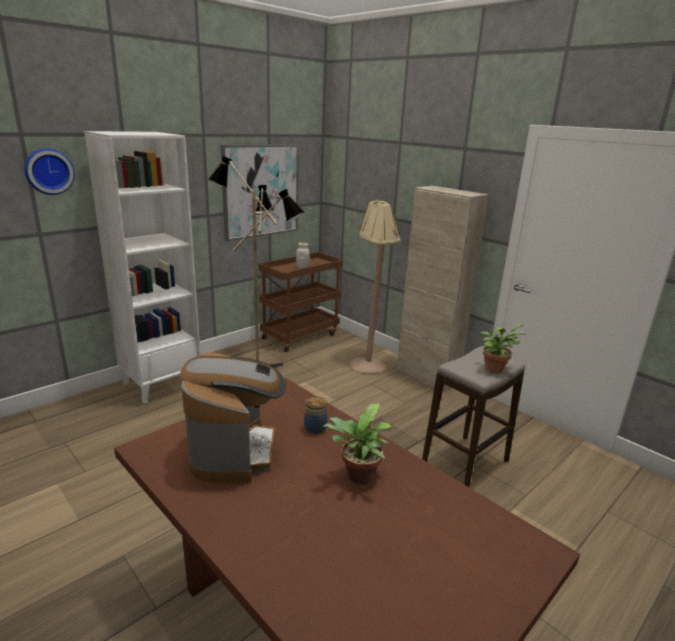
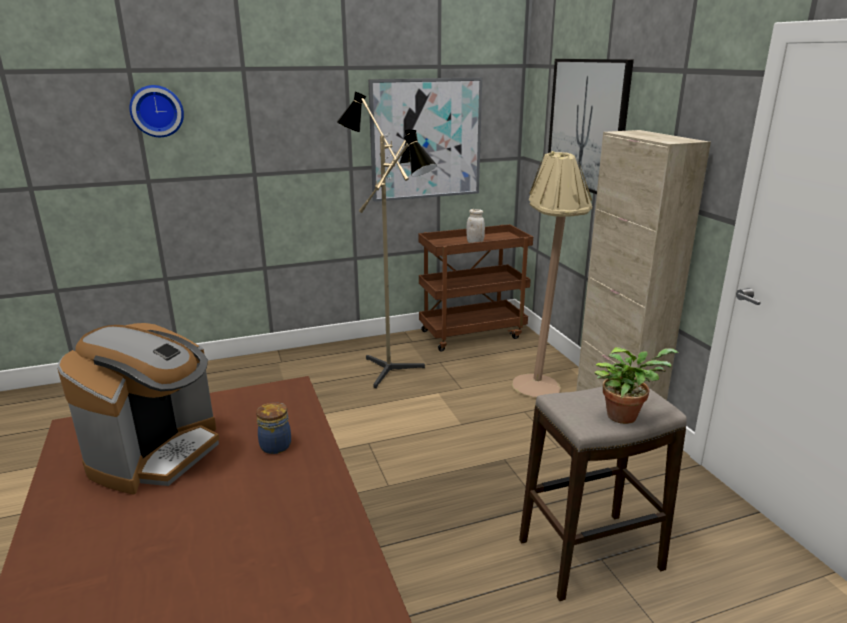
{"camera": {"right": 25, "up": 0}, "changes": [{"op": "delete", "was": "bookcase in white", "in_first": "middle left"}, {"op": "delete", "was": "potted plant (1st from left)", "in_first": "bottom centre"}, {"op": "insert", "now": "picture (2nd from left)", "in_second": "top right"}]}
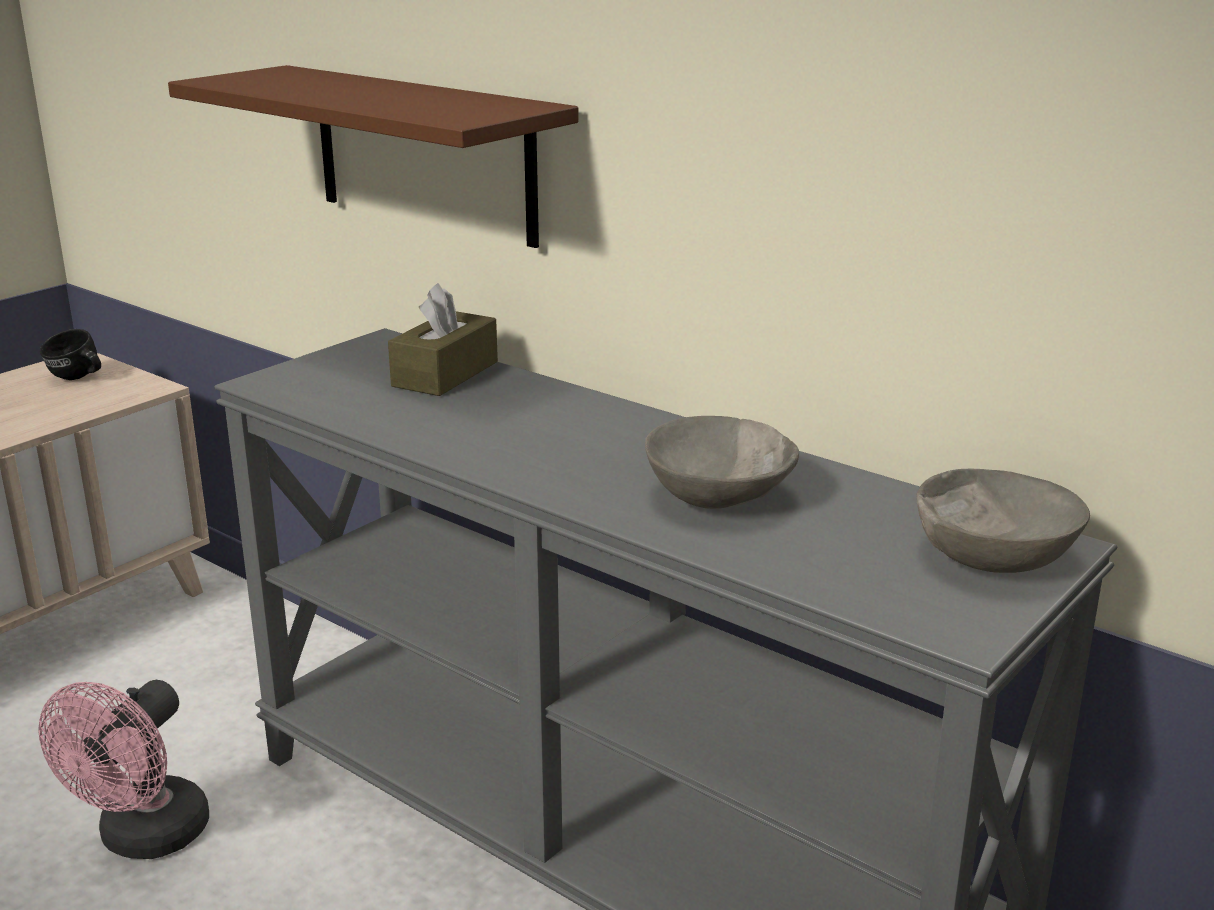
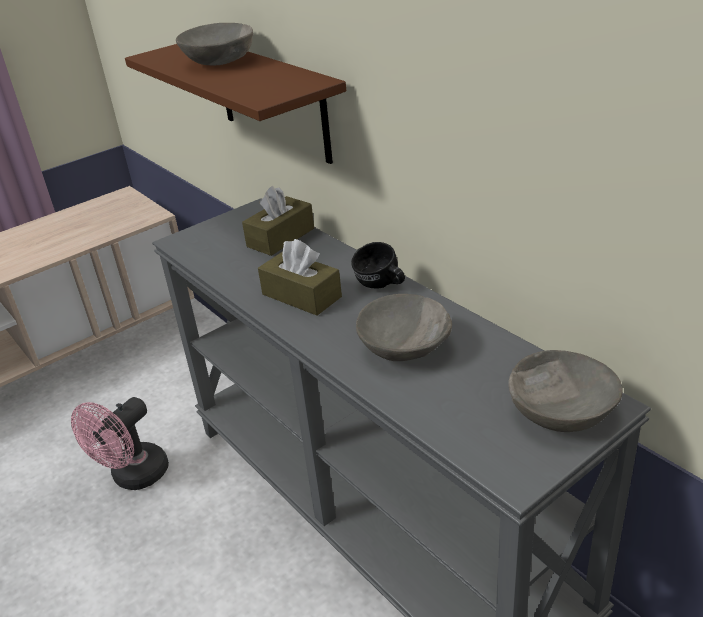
{"camera": {"right": 15, "up": 10}, "changes": [{"op": "move", "was": "mug in black", "in_first": "middle left", "in_second": "centre"}, {"op": "insert", "now": "bowl in grey (1st from left)", "in_second": "top left"}, {"op": "insert", "now": "tissue box in brown (2nd from left)", "in_second": "centre"}]}
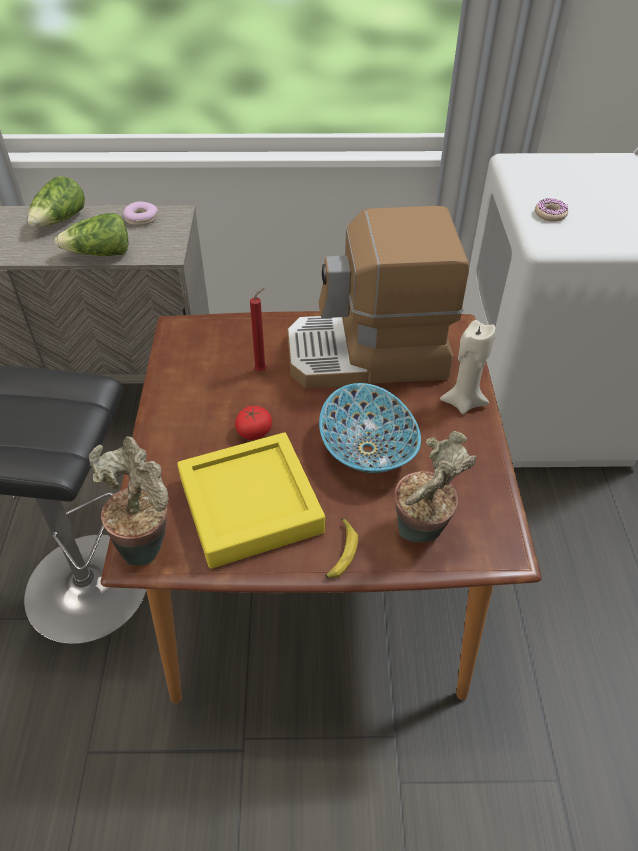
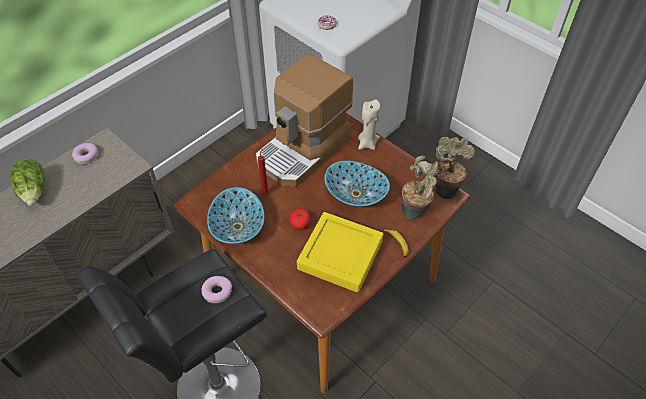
{"camera": {"right": -45, "up": 5}, "changes": [{"op": "delete", "was": "lettuce (2nd from left)", "in_first": "top left"}, {"op": "move", "was": "potted plant (1st from left in the first image)", "now": "potted plant (2nd from left)", "in_first": "middle left", "in_second": "middle right"}, {"op": "insert", "now": "donut (2nd from left)", "in_second": "bottom centre"}, {"op": "insert", "now": "bowl (1st from left)", "in_second": "centre"}]}
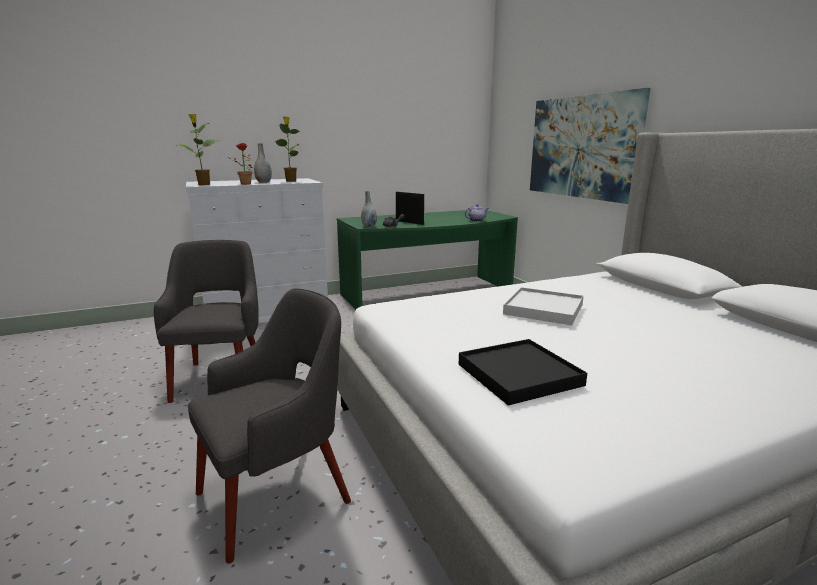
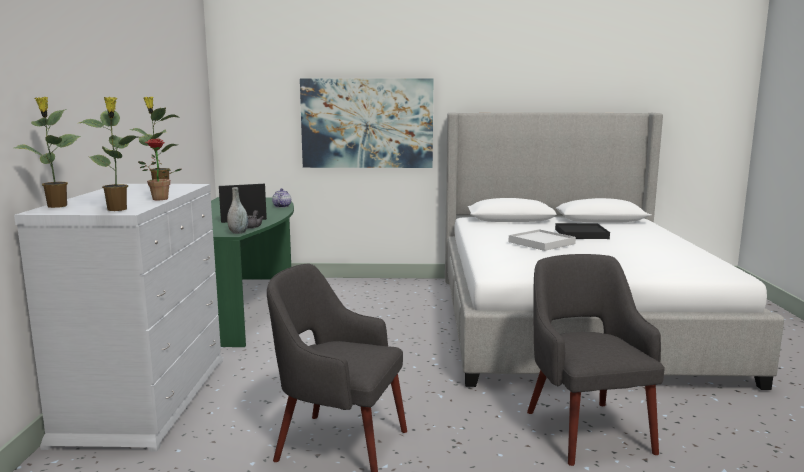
{"camera": {"right": -65, "up": -5}, "changes": [{"op": "delete", "was": "vase in grey (1st from left)", "in_first": "top left"}, {"op": "move", "was": "tray in black", "in_first": "centre", "in_second": "middle right"}, {"op": "insert", "now": "potted plant (1st from left)", "in_second": "top left"}]}
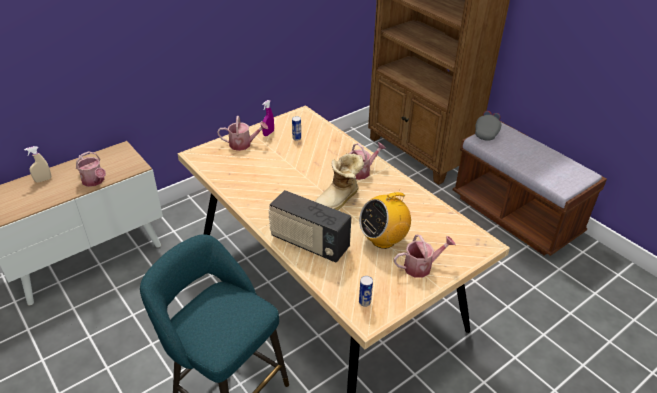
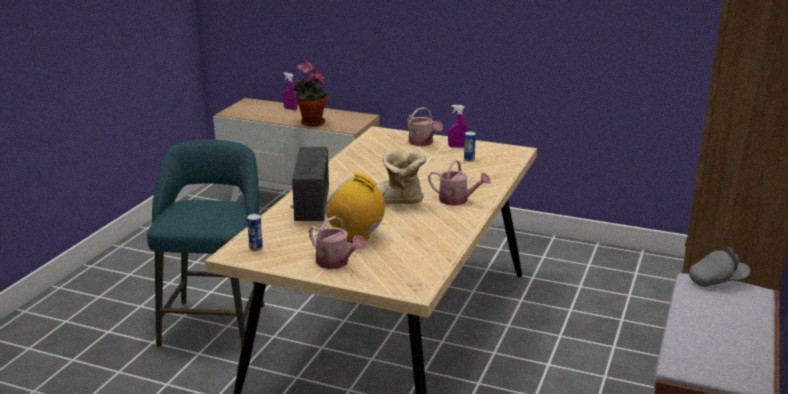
{"camera": {"right": 60, "up": -15}, "changes": [{"op": "recolor", "was": "spray bottle in beige", "now": "spray bottle in purple (1st from left)", "in_first": "middle left", "in_second": "top centre"}, {"op": "replace", "was": "watering can (1st from left)", "now": "potted plant", "in_first": "middle left", "in_second": "top centre"}]}
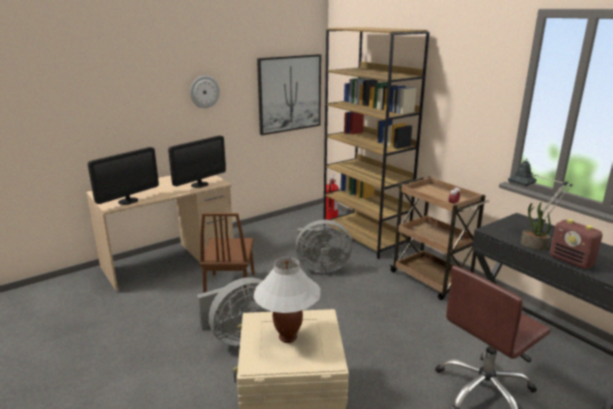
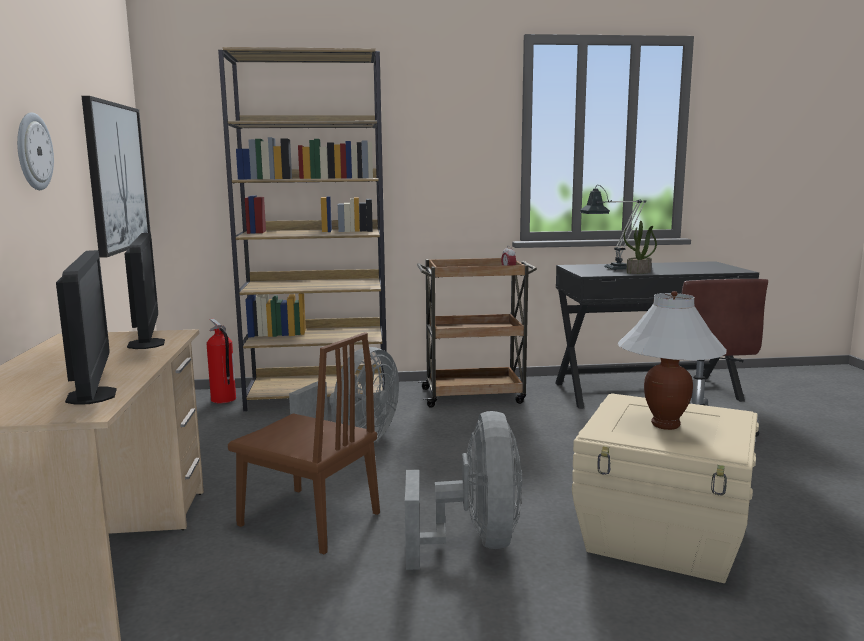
{"camera": {"right": -60, "up": -10}, "changes": [{"op": "delete", "was": "radio", "in_first": "middle right"}]}
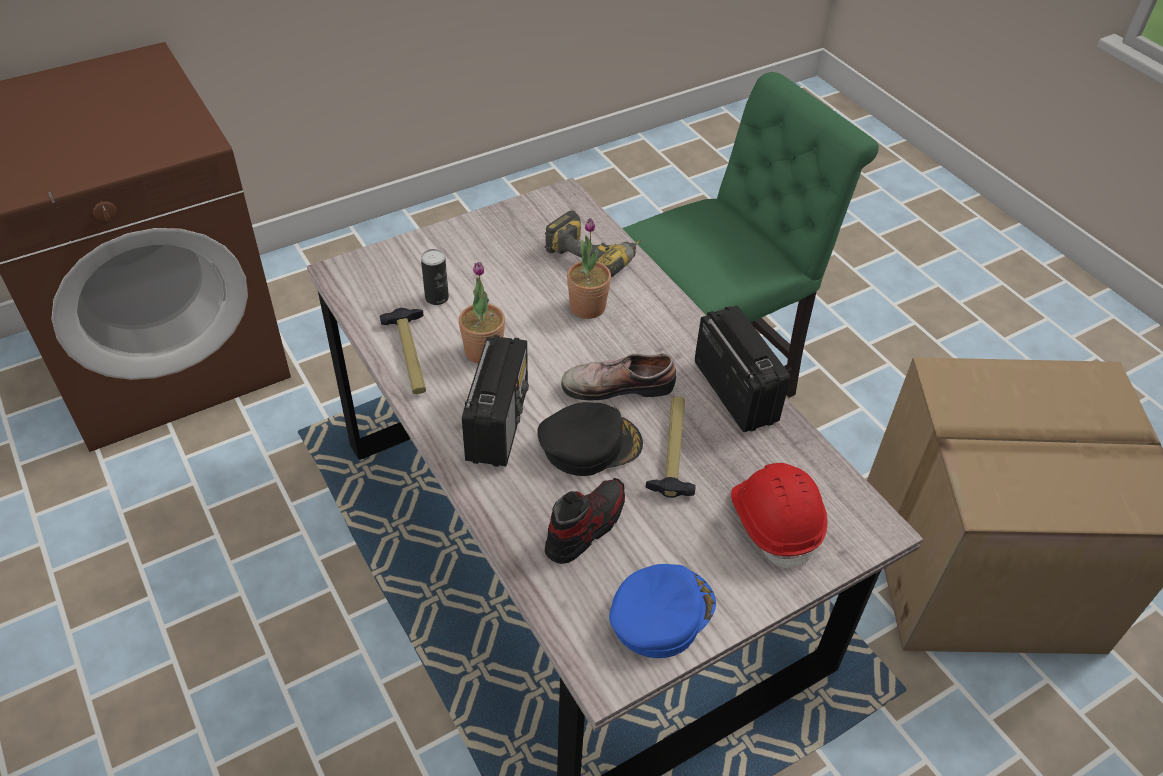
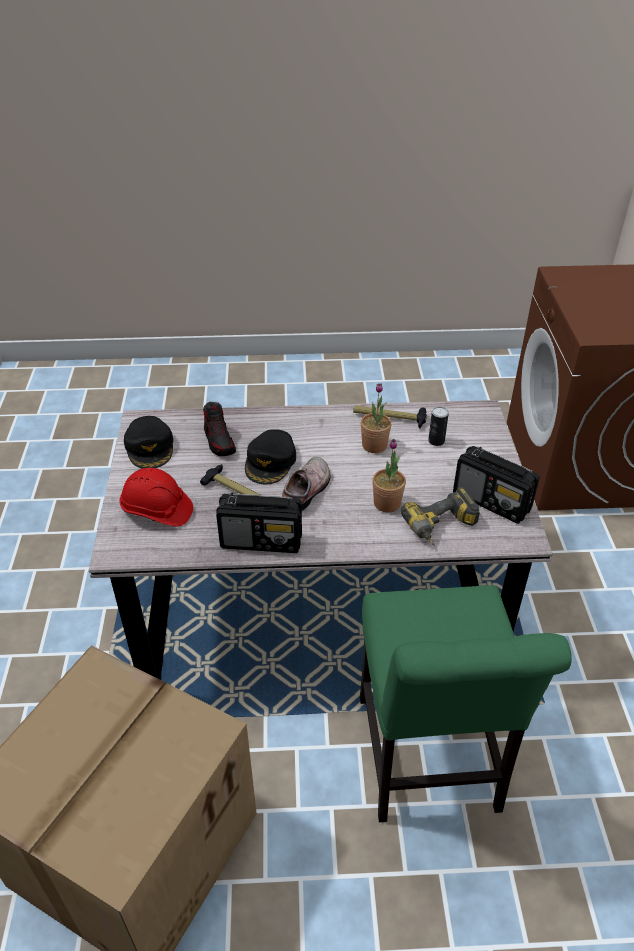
{"camera": {"right": 120, "up": -5}, "changes": [{"op": "move", "was": "radio (1st from left in the first image)", "now": "radio (2nd from left)", "in_first": "centre", "in_second": "middle right"}, {"op": "recolor", "was": "cap in blue", "now": "cap in black (1st from left)", "in_first": "bottom centre", "in_second": "middle left"}]}
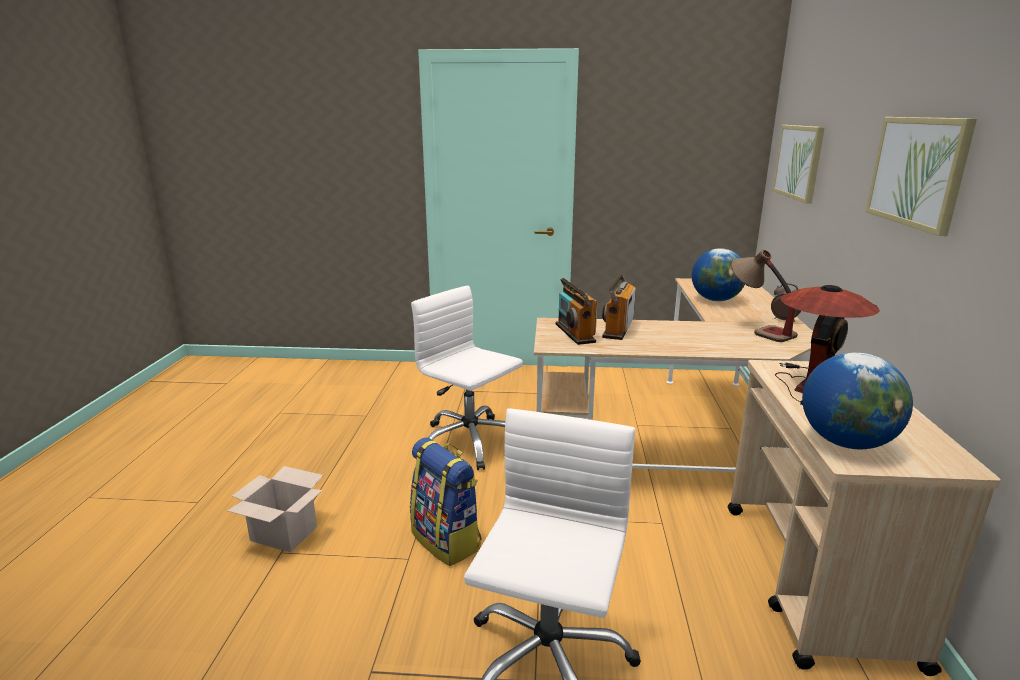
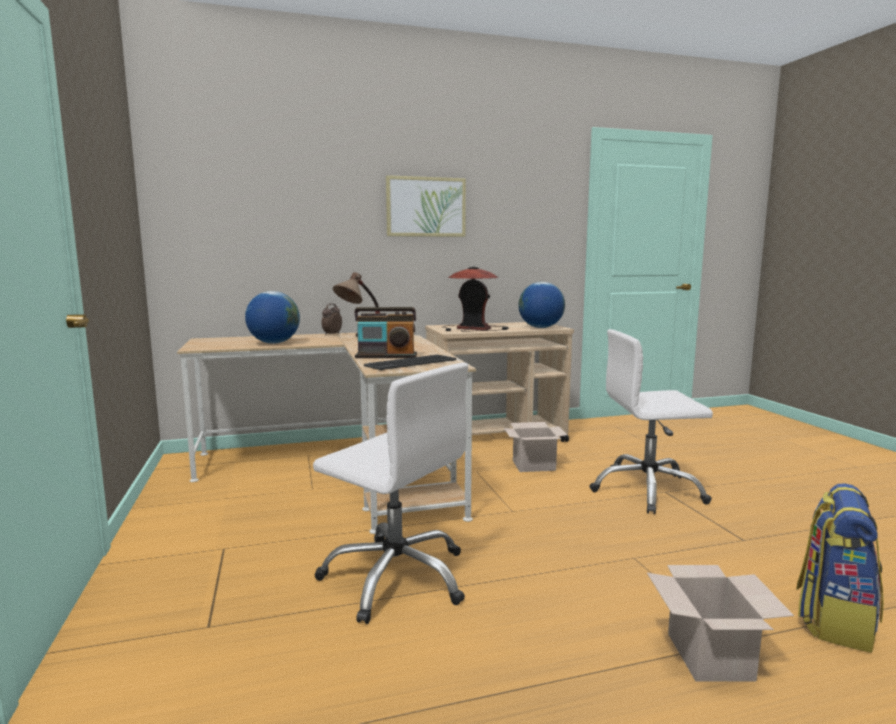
{"camera": {"right": -110, "up": -10}, "changes": [{"op": "move", "was": "backpack", "in_first": "bottom centre", "in_second": "bottom right"}, {"op": "rotate", "was": "office chair in white (1st from left)", "in_first": "centre", "in_second": "bottom centre", "clockwise": -75}, {"op": "replace", "was": "radio (1st from left)", "now": "keyboard", "in_first": "centre", "in_second": "centre"}, {"op": "delete", "was": "picture (1st from left)", "in_first": "top right"}, {"op": "insert", "now": "cardboard box (1st from left)", "in_second": "centre"}]}
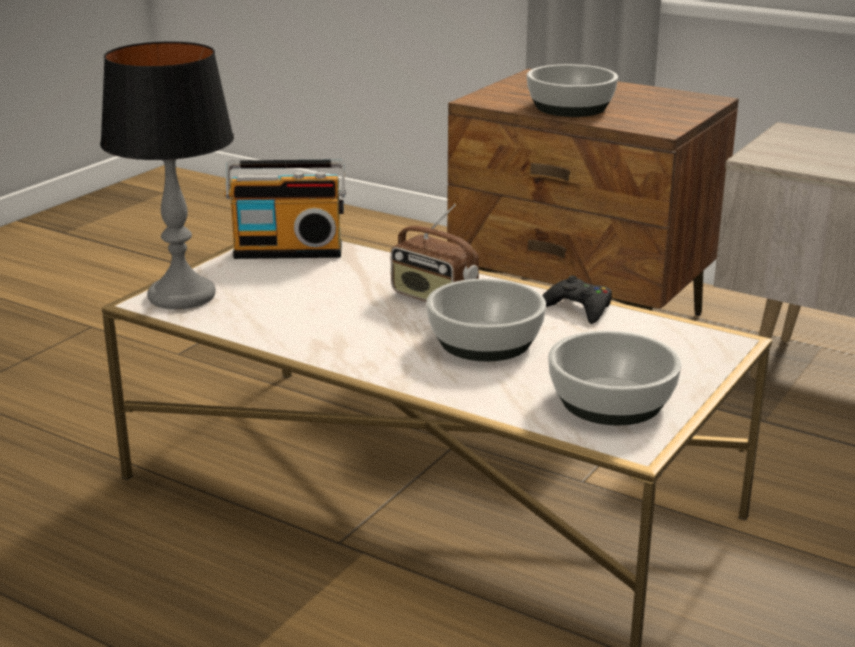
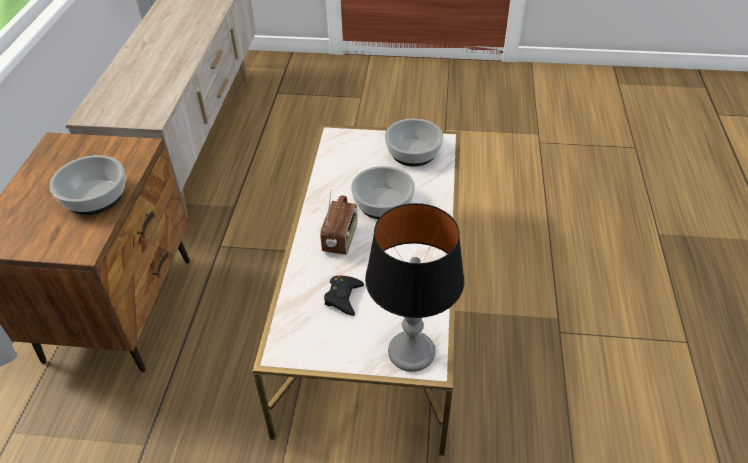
{"camera": {"right": -115, "up": 20}, "changes": [{"op": "delete", "was": "radio (1st from left)", "in_first": "top centre"}, {"op": "move", "was": "game controller in black", "in_first": "middle right", "in_second": "centre"}]}
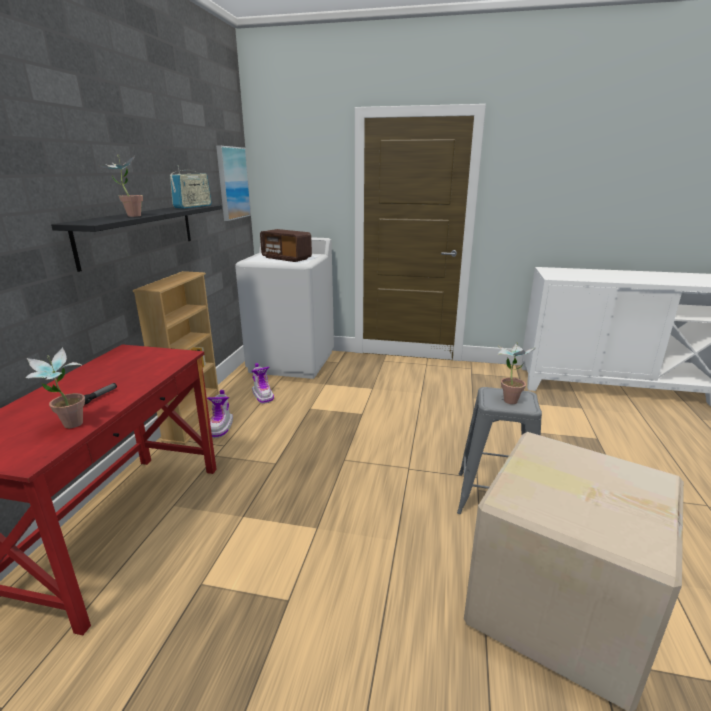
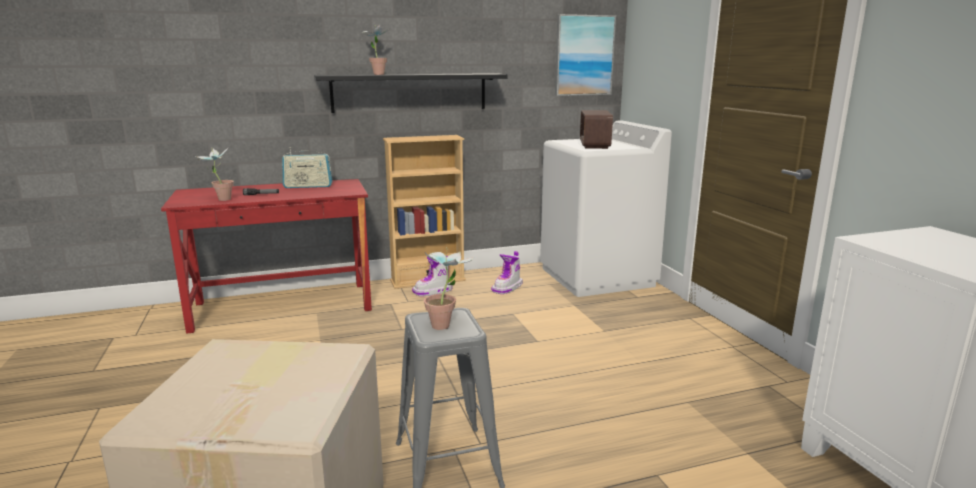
{"camera": {"right": 60, "up": -5}, "changes": [{"op": "move", "was": "radio (1st from left)", "in_first": "top left", "in_second": "middle left"}]}
